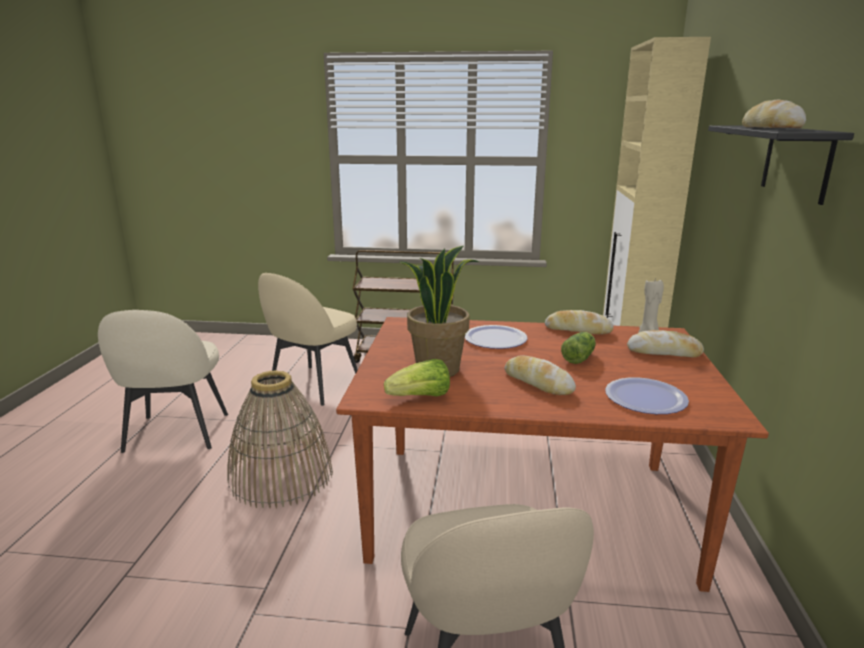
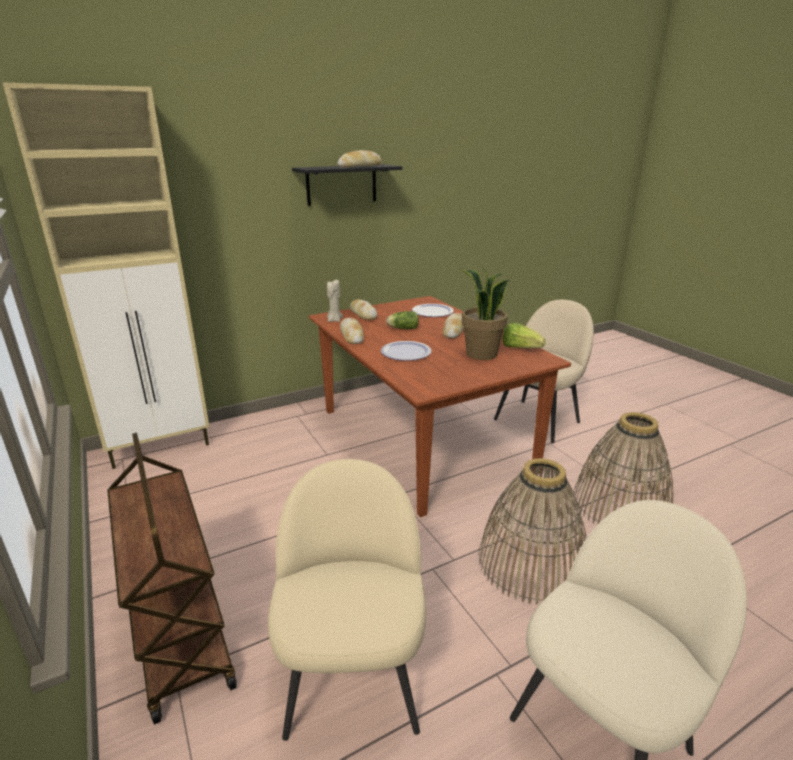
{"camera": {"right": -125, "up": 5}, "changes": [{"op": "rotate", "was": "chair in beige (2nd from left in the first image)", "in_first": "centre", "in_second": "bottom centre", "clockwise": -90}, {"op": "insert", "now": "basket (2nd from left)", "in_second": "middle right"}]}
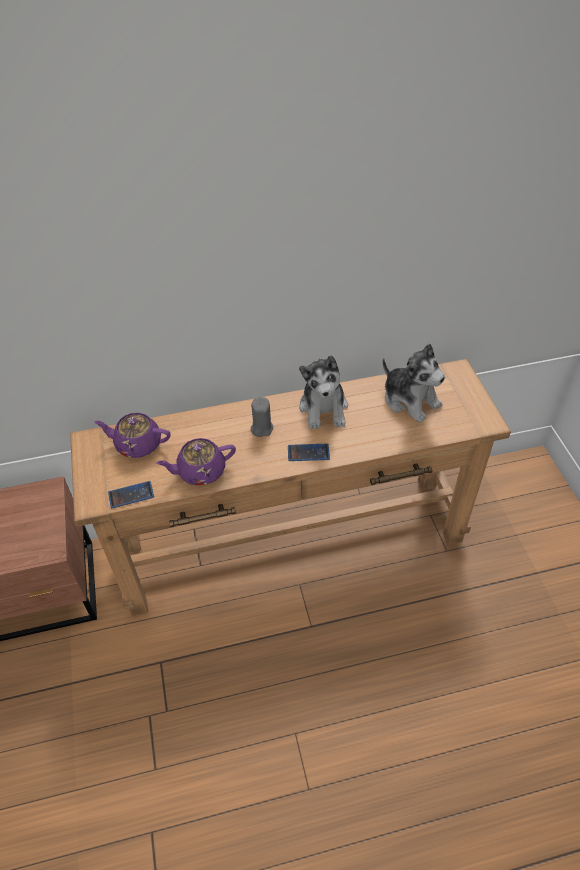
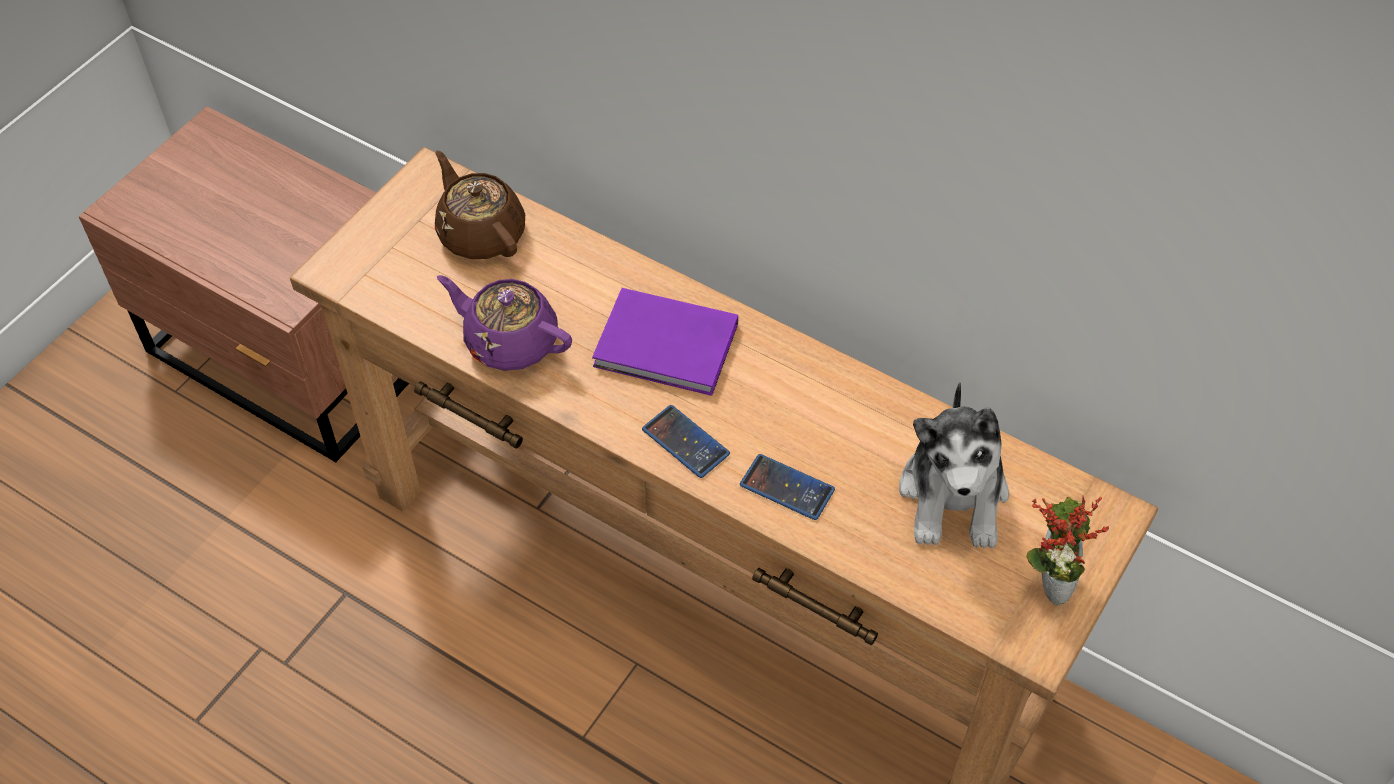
{"camera": {"right": 45, "up": 5}, "changes": [{"op": "recolor", "was": "teapot in purple (1st from left)", "now": "teapot in brown", "in_first": "middle left", "in_second": "top centre"}, {"op": "move", "was": "phone (1st from left in the first image)", "now": "phone (2nd from left)", "in_first": "middle left", "in_second": "centre"}, {"op": "replace", "was": "candle in grey", "now": "book in purple", "in_first": "centre", "in_second": "centre"}, {"op": "delete", "was": "plush toy (1st from left)", "in_first": "centre"}, {"op": "insert", "now": "potted plant", "in_second": "bottom right"}]}
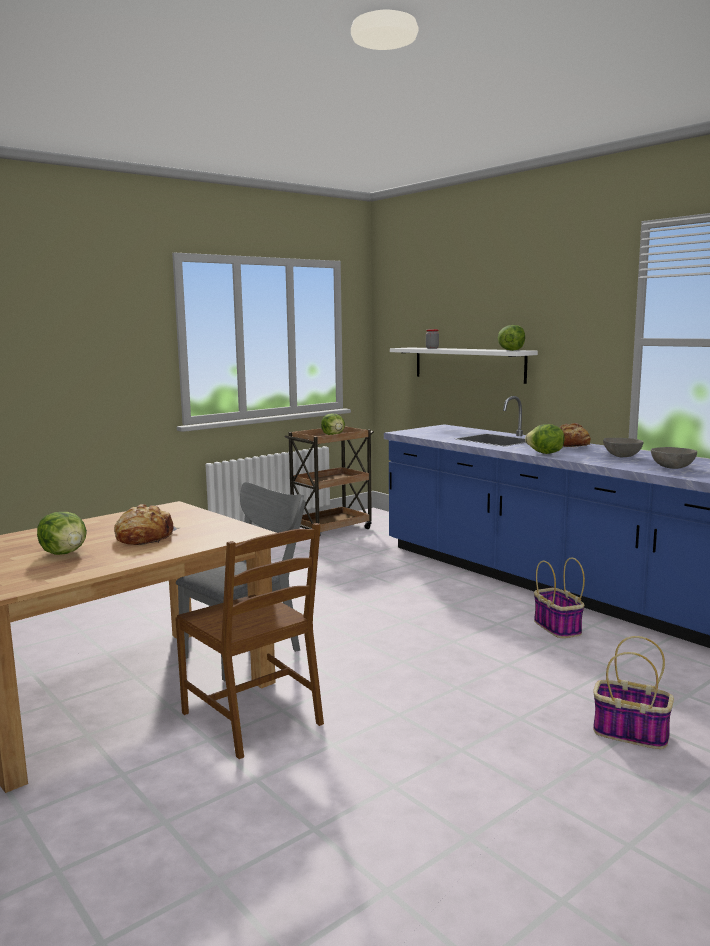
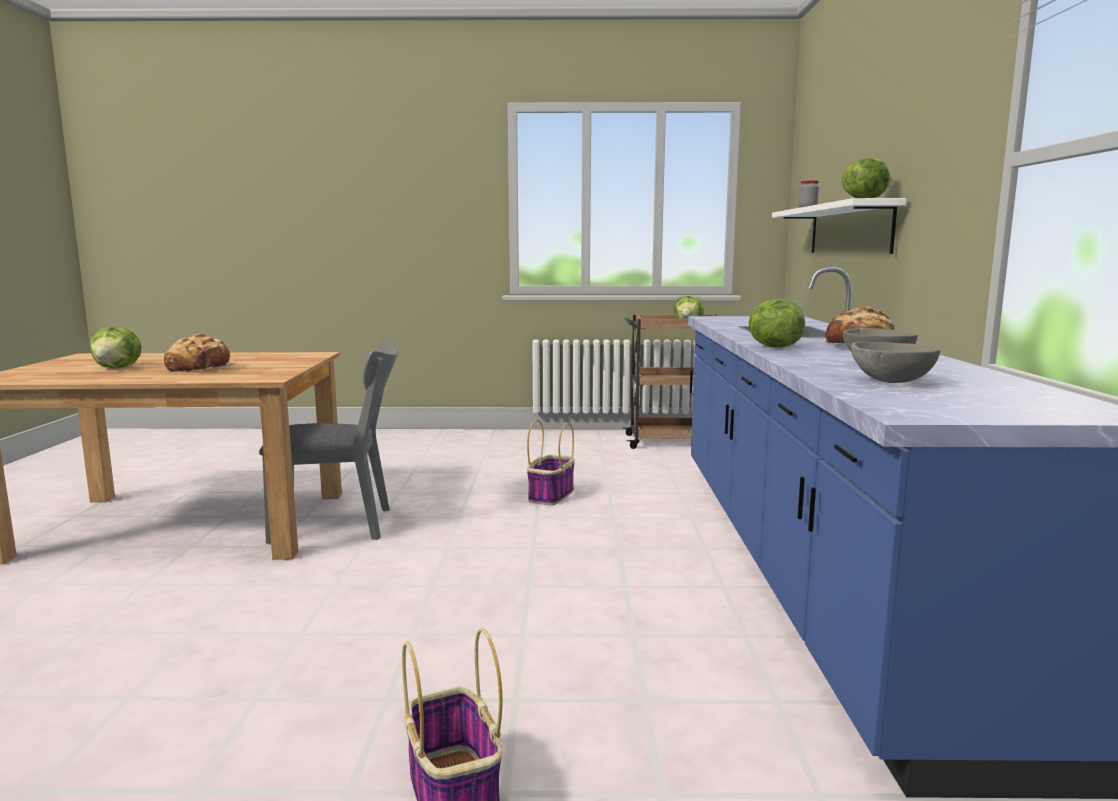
{"camera": {"right": 40, "up": 0}, "changes": [{"op": "delete", "was": "chair in brown", "in_first": "bottom centre"}, {"op": "move", "was": "basket (1st from left in the first image)", "now": "basket (2nd from left)", "in_first": "middle right", "in_second": "centre"}]}
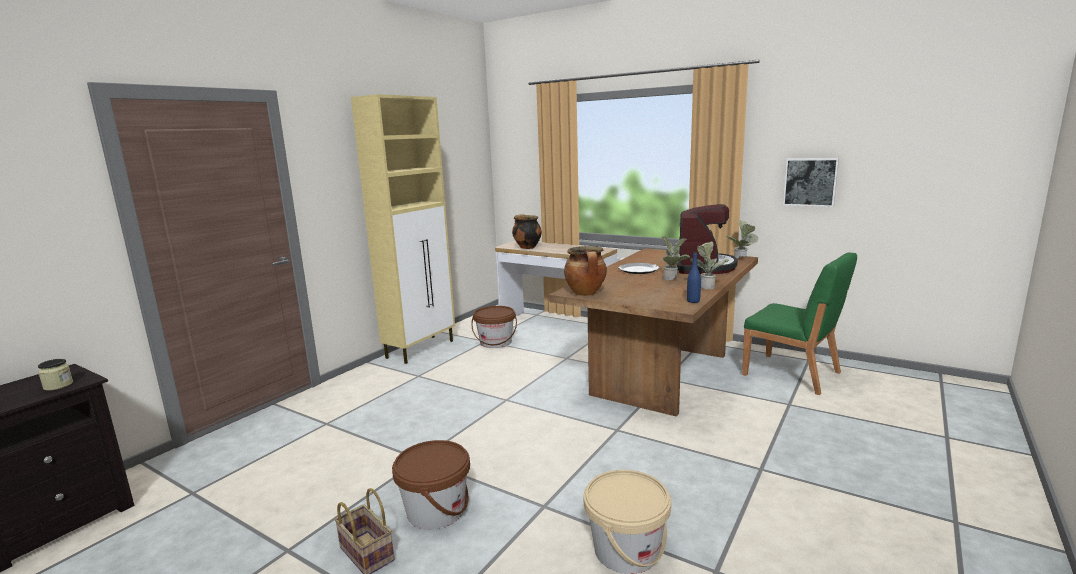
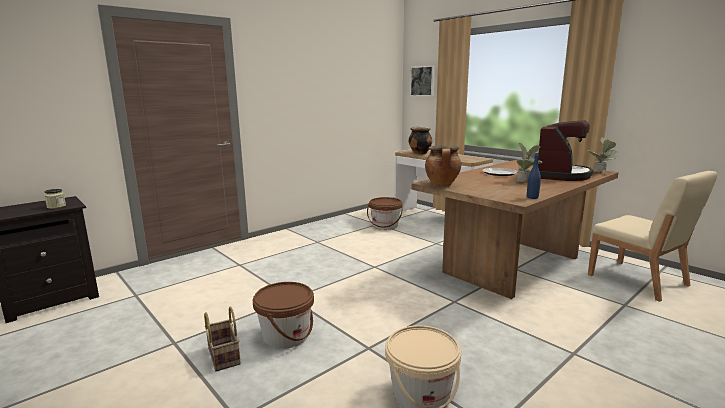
{"camera": {"right": 15, "up": 0}, "changes": [{"op": "delete", "was": "cabinet in beige", "in_first": "centre"}, {"op": "delete", "was": "potted plant (2nd from left)", "in_first": "centre"}, {"op": "recolor", "was": "chair in green", "now": "chair in beige", "in_first": "middle right", "in_second": "middle right"}, {"op": "move", "was": "picture", "in_first": "top right", "in_second": "top centre"}]}
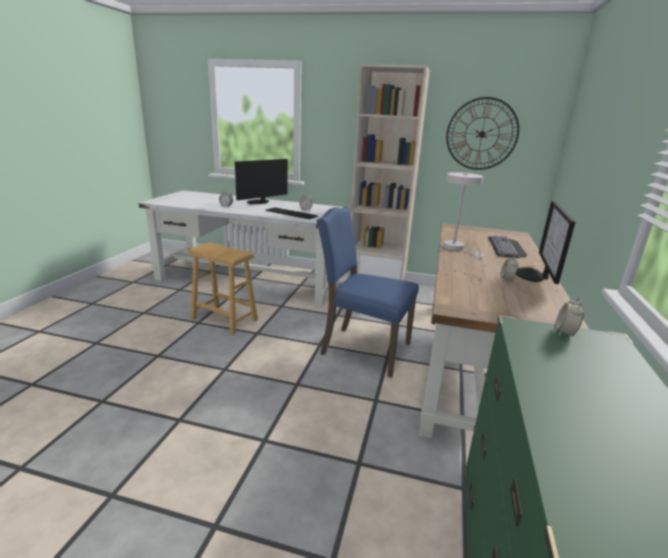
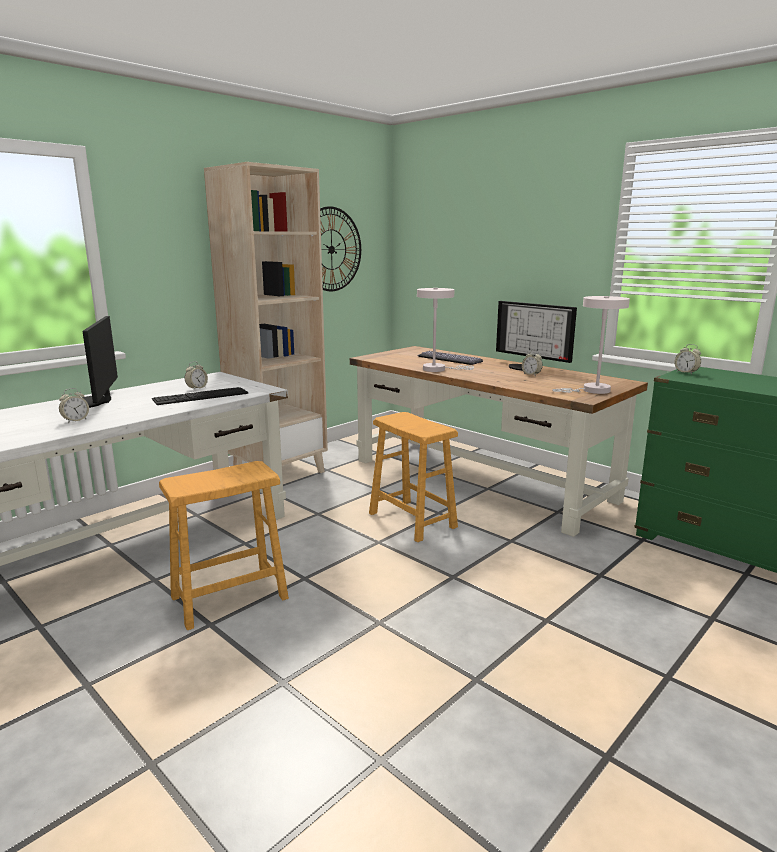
{"camera": {"right": -60, "up": -5}, "changes": [{"op": "replace", "was": "chair in blue", "now": "stool in brown (2nd from left)", "in_first": "centre", "in_second": "centre"}, {"op": "insert", "now": "table lamp in white (2nd from left)", "in_second": "middle right"}]}
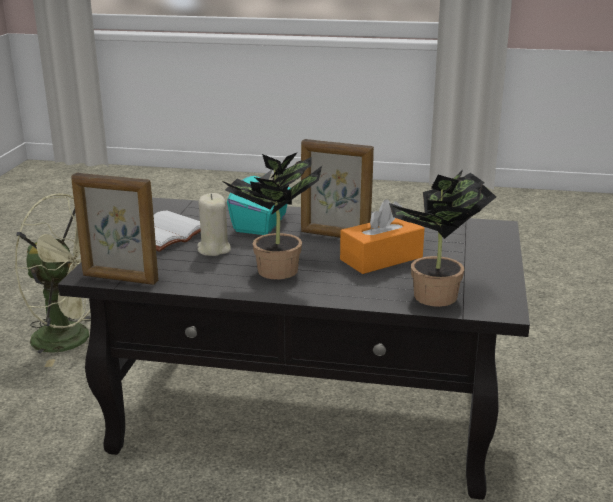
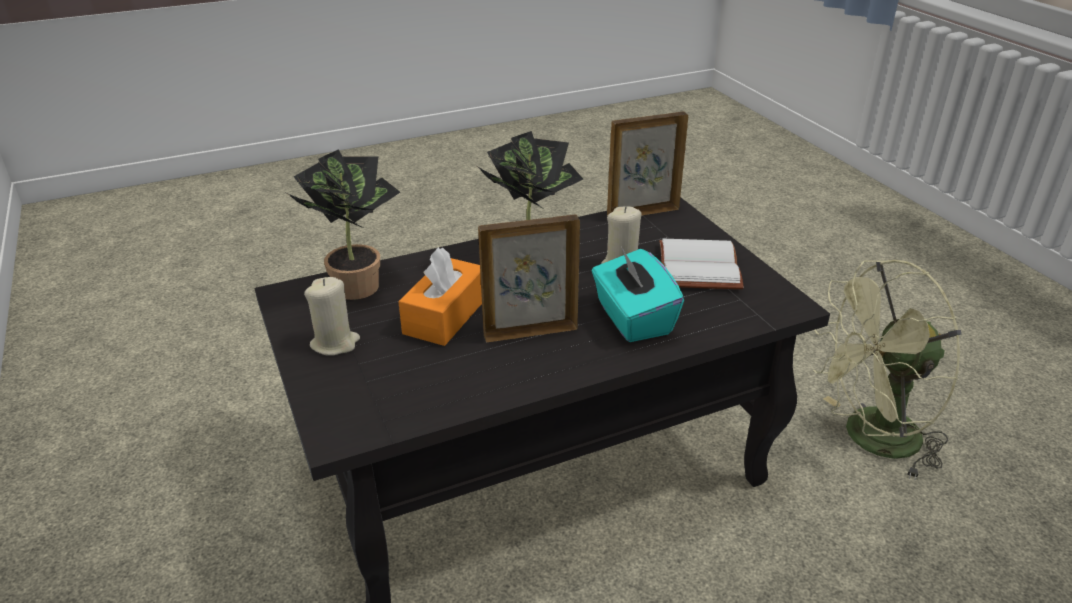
{"camera": {"right": 145, "up": 10}, "changes": [{"op": "insert", "now": "candle in beige (1st from left)", "in_second": "middle left"}]}
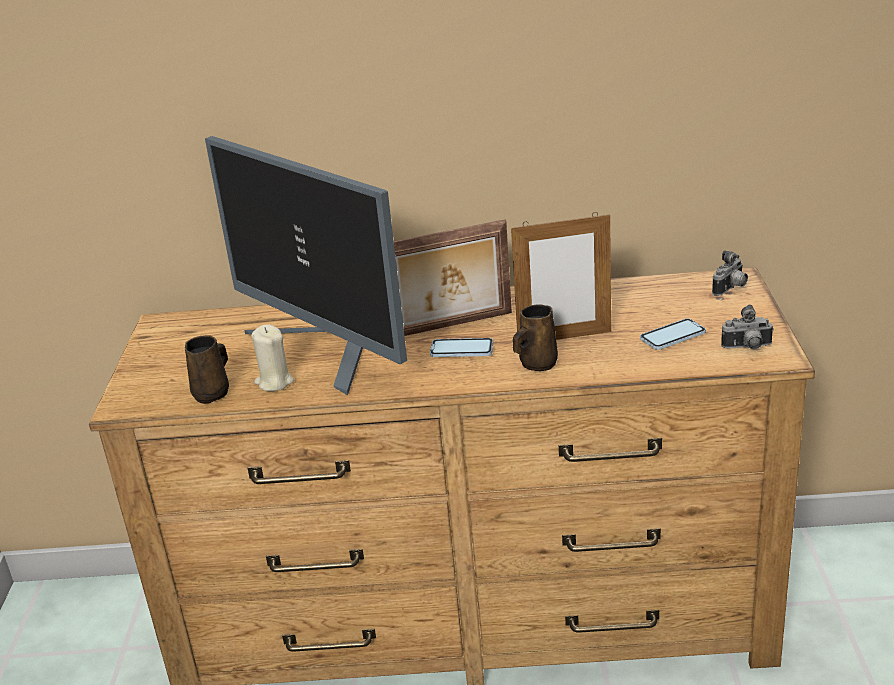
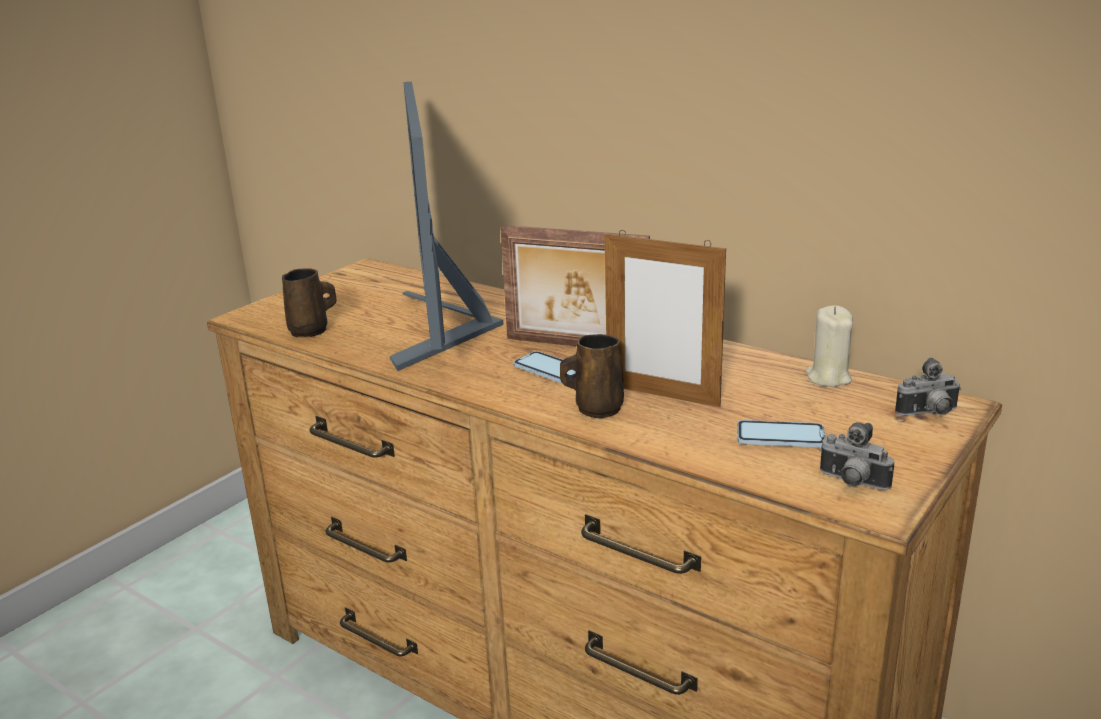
{"camera": {"right": 35, "up": -5}, "changes": [{"op": "move", "was": "candle in beige", "in_first": "middle left", "in_second": "middle right"}]}
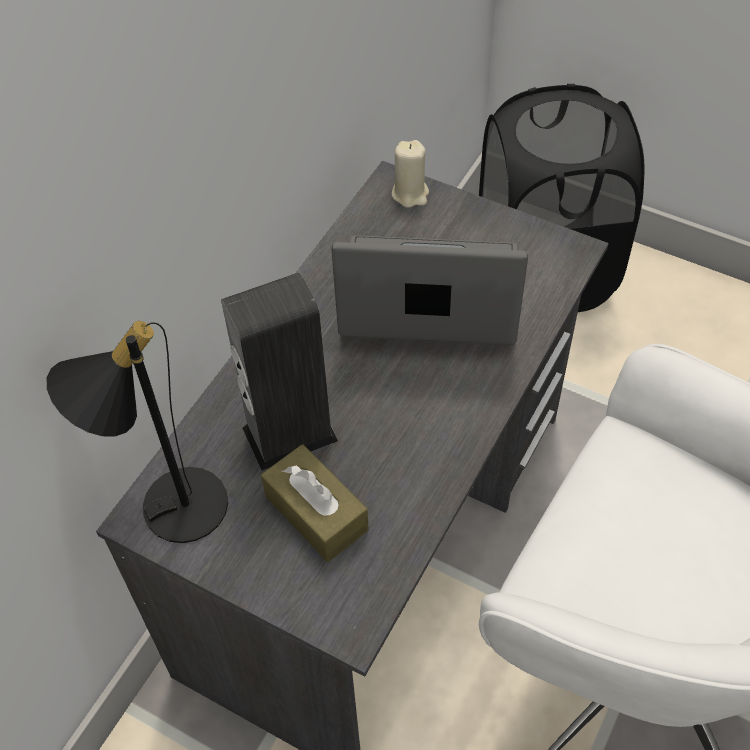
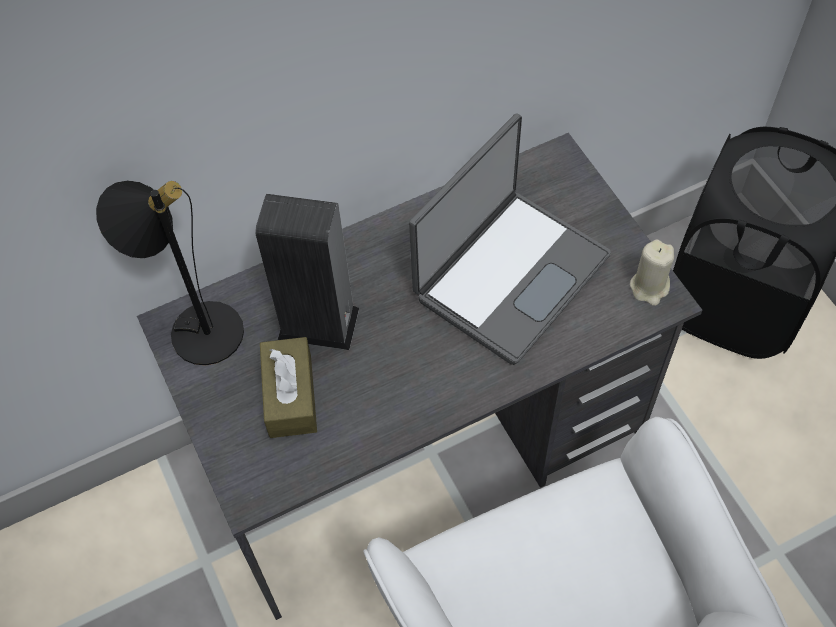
{"camera": {"right": 35, "up": 5}, "changes": [{"op": "rotate", "was": "laptop", "in_first": "centre", "in_second": "centre", "clockwise": 90}, {"op": "move", "was": "candle in beige", "in_first": "top centre", "in_second": "middle right"}]}
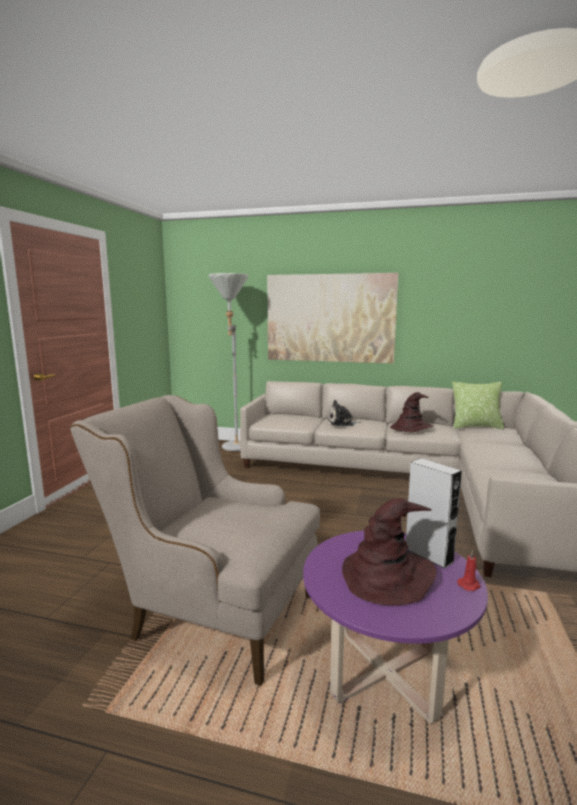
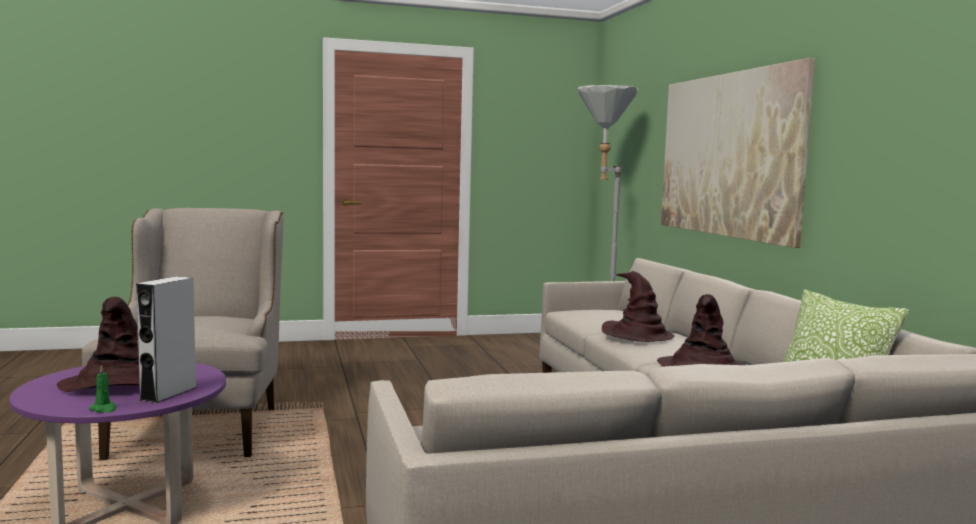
{"camera": {"right": 60, "up": -5}, "changes": [{"op": "replace", "was": "plush toy", "now": "hat in brown (2nd from left)", "in_first": "centre", "in_second": "centre"}, {"op": "recolor", "was": "candle in red", "now": "candle in green", "in_first": "bottom right", "in_second": "bottom left"}]}
